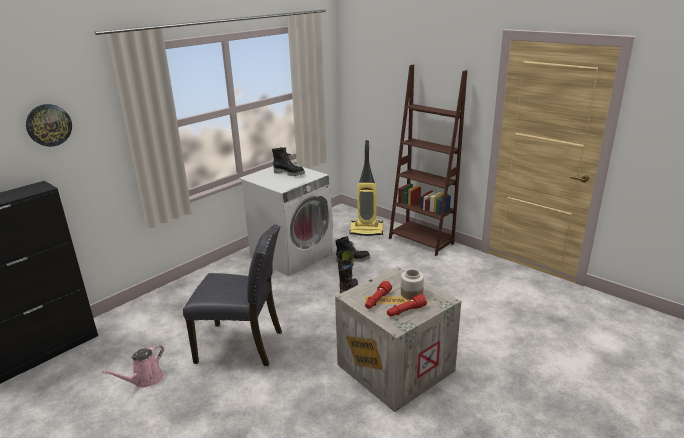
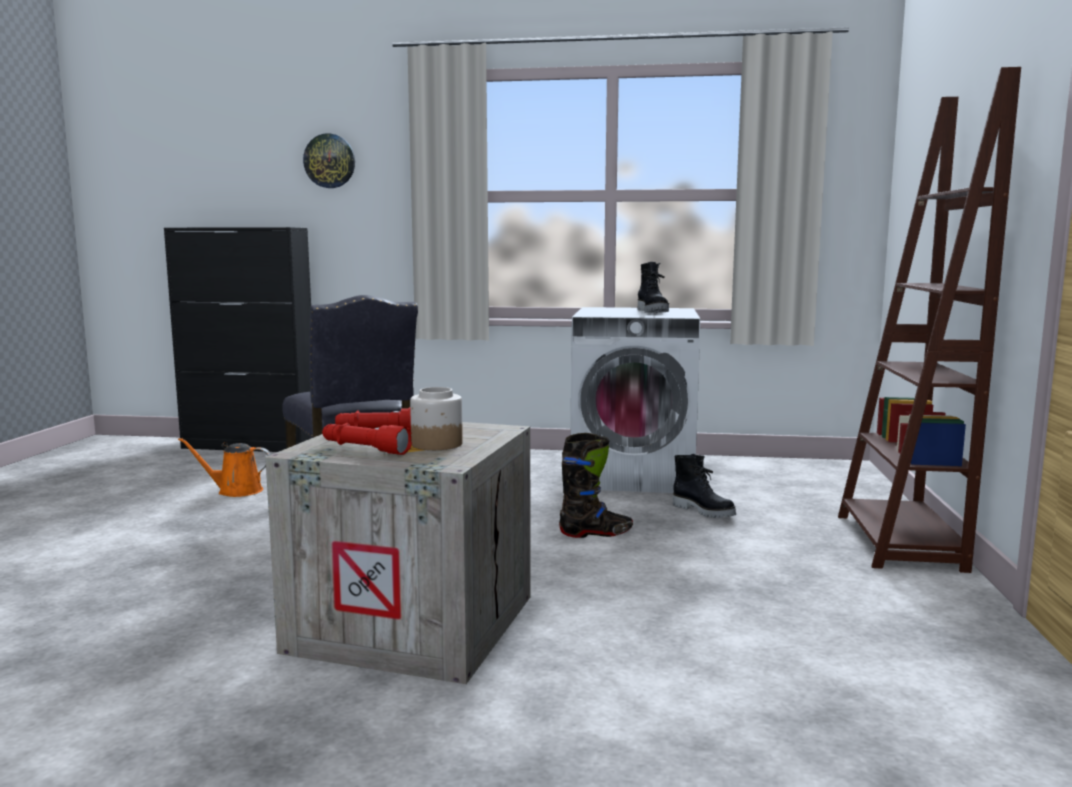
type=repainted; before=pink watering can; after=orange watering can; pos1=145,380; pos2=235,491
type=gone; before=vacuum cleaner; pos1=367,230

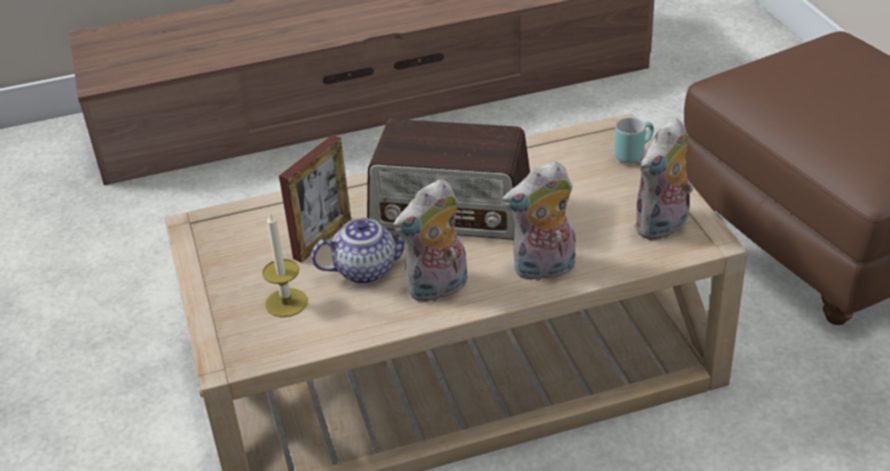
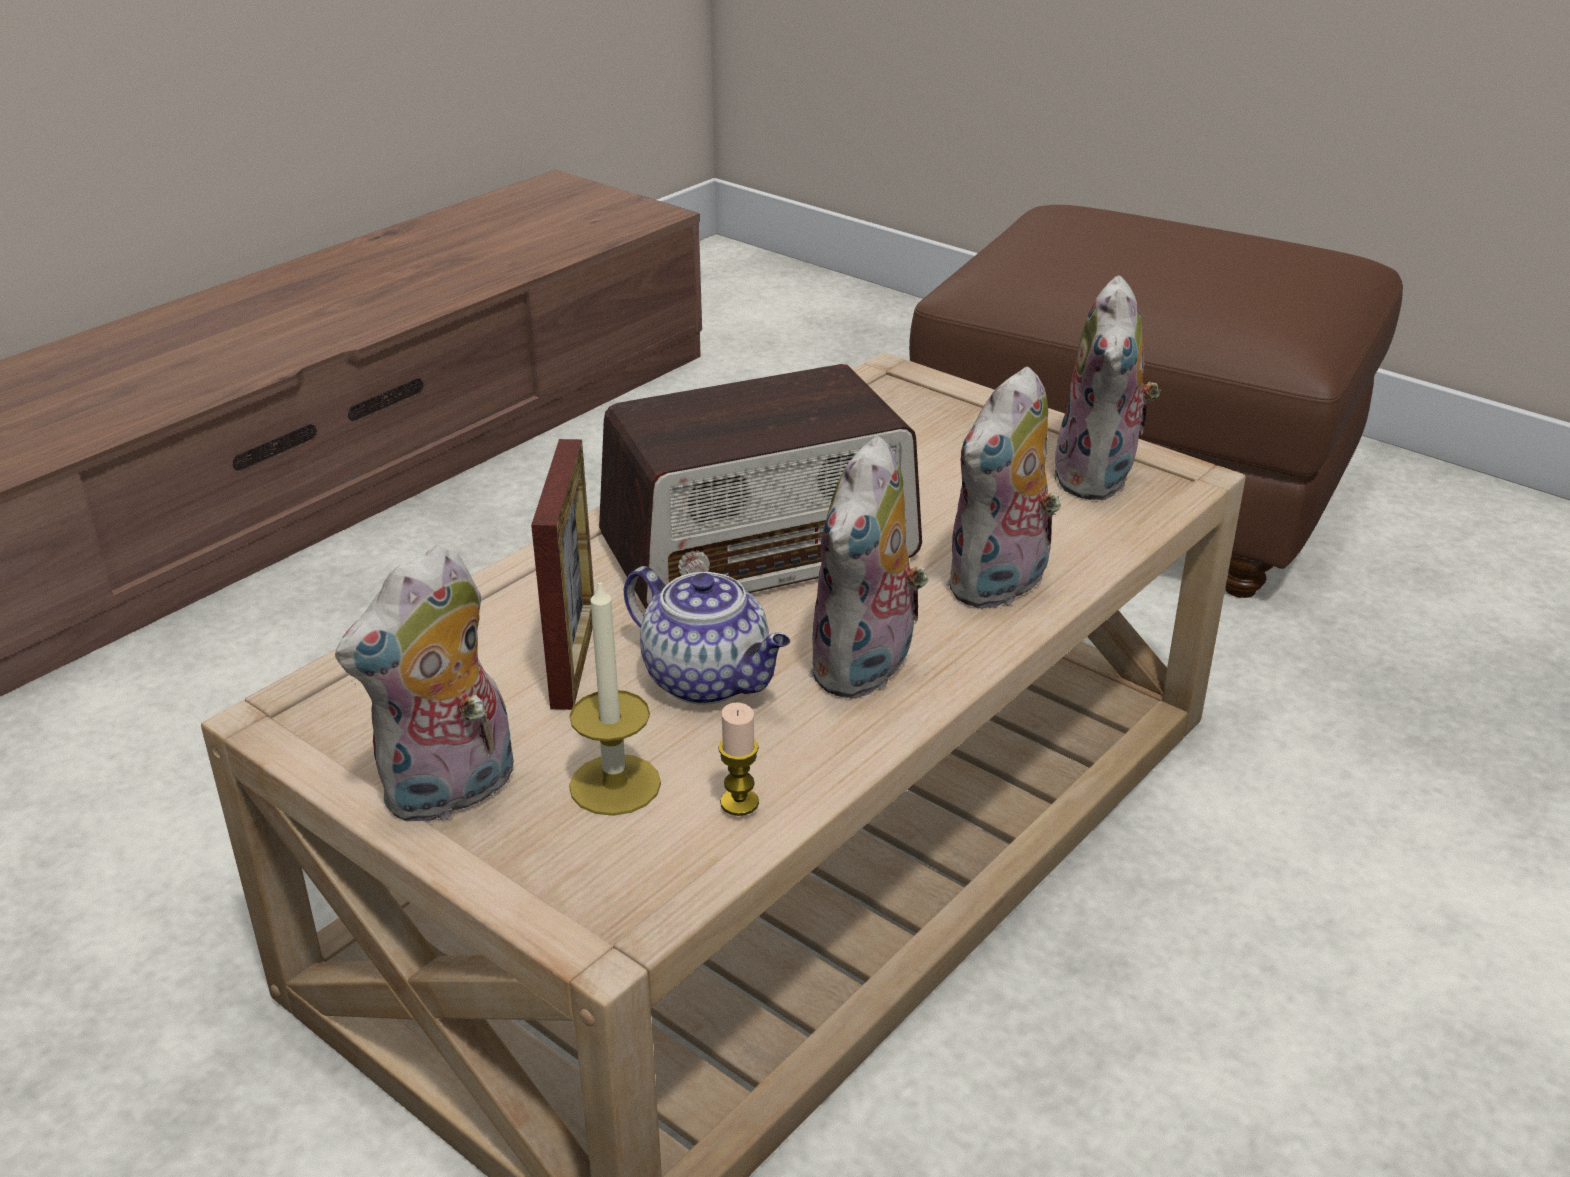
type=new; after=plush toy; pos2=451,793
type=rotated; before=teapot; pos1=367,269; pos2=709,680; turn=90
type=new; after=candle; pos2=739,803
type=gone; before=turquoise mug; pos1=632,153

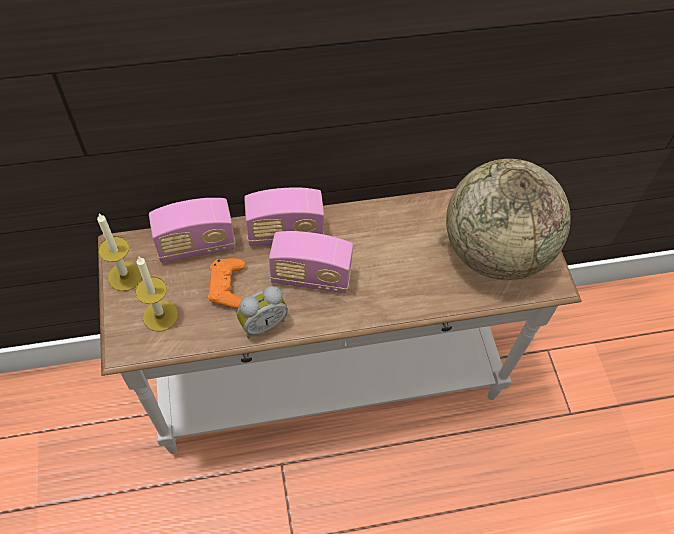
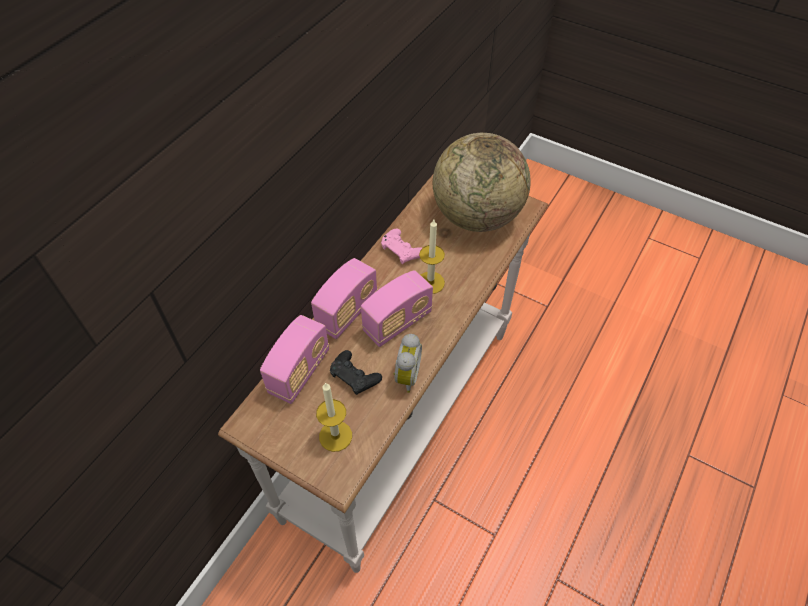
type=repainted; before=orange game controller; after=black game controller; pos1=227,286; pos2=354,376
type=new; after=pink game controller; pos2=402,250
type=shifted; before=candle; pos1=125,276; pos2=430,282

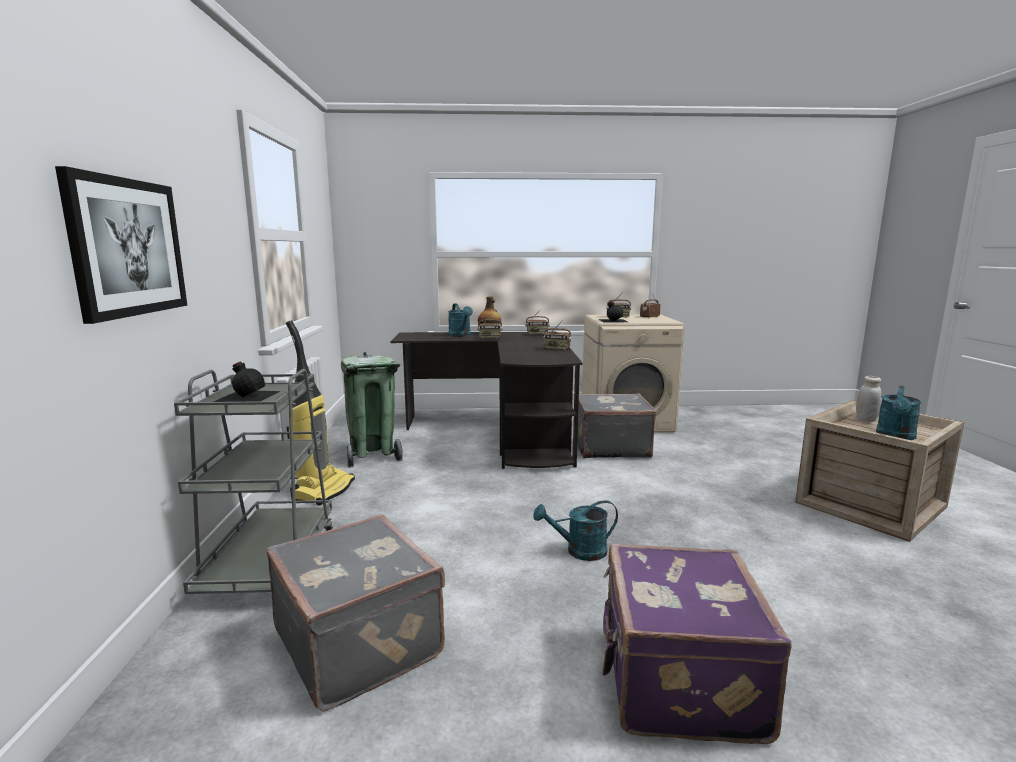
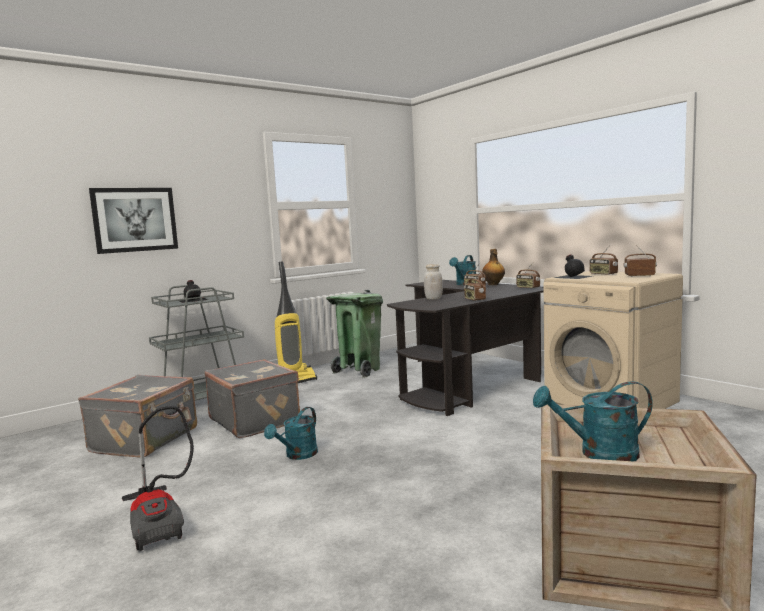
type=swapped; before=purple suitcase; after=vacuum cleaner; pos1=677,680; pos2=159,521
type=shifted; before=grey suitcase; pos1=610,447; pos2=256,420
type=rotated; before=turquoise watering can; pos1=579,551; pos2=297,455; turn=-105
type=shifted; before=white jar; pos1=865,419; pos2=433,298

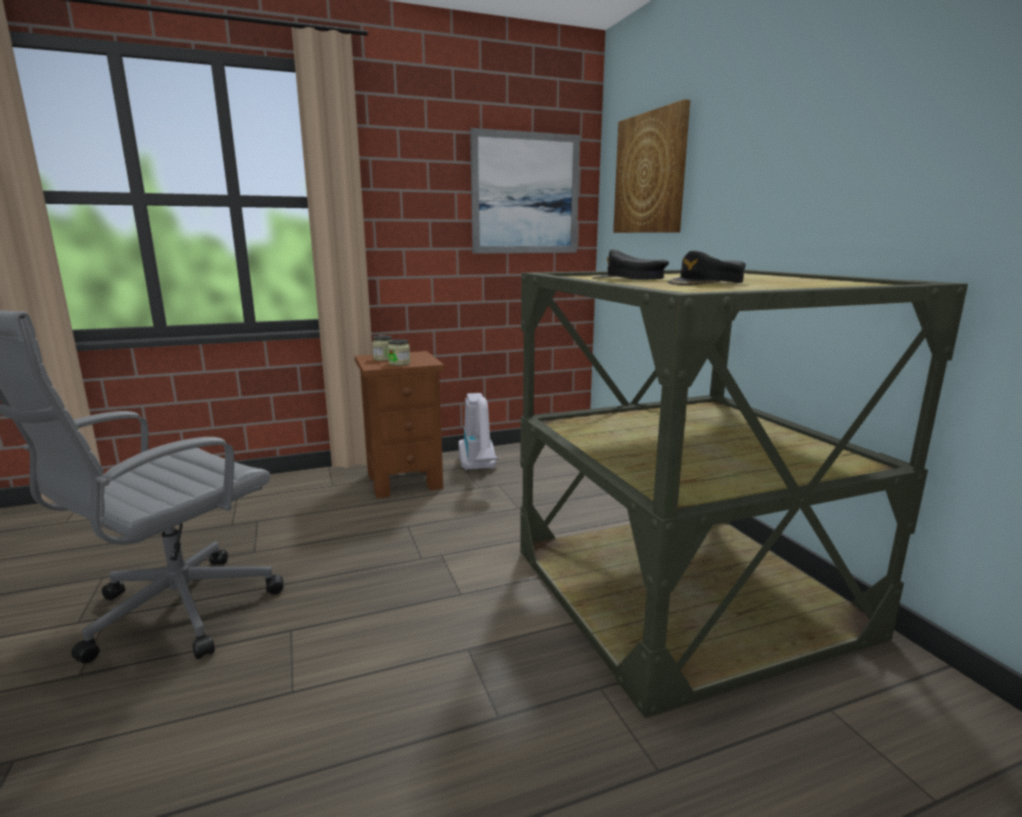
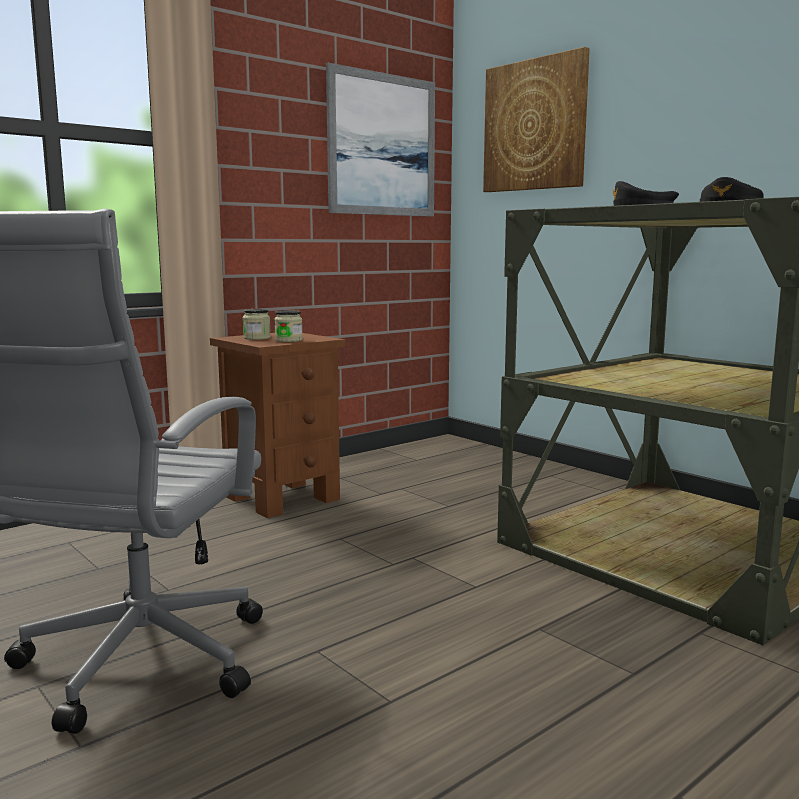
type=gone; before=vacuum cleaner; pos1=480,470

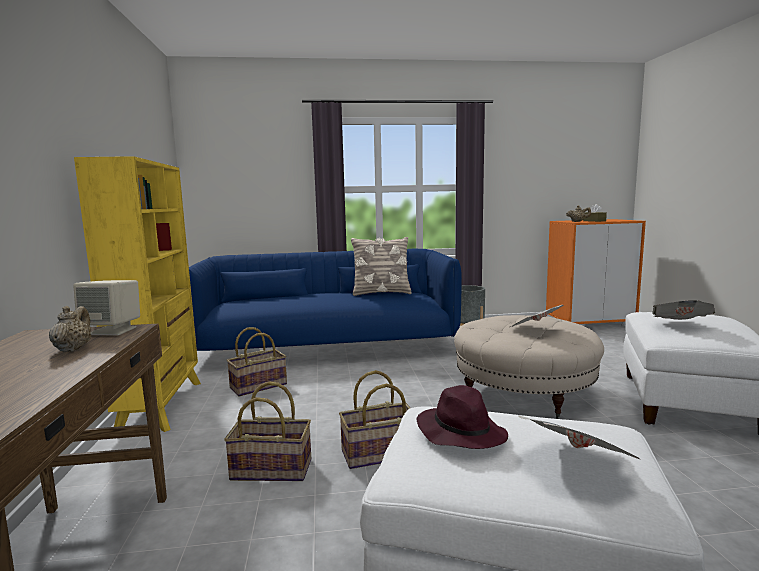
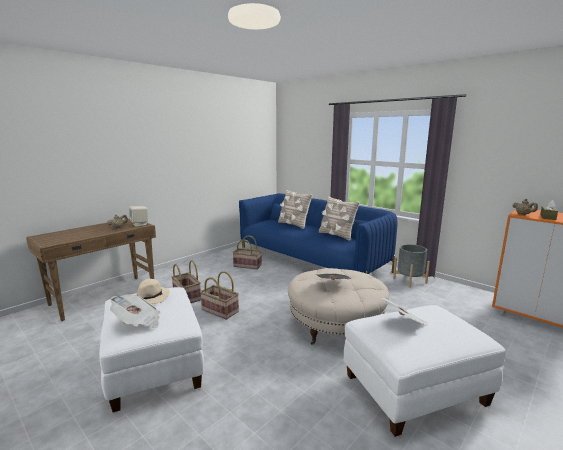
type=repainted; before=purple hat; after=beige hat; pos1=460,432; pos2=150,297
type=new; after=beige pillow; pos2=293,225
type=gone; before=yellow bookcase; pos1=162,405

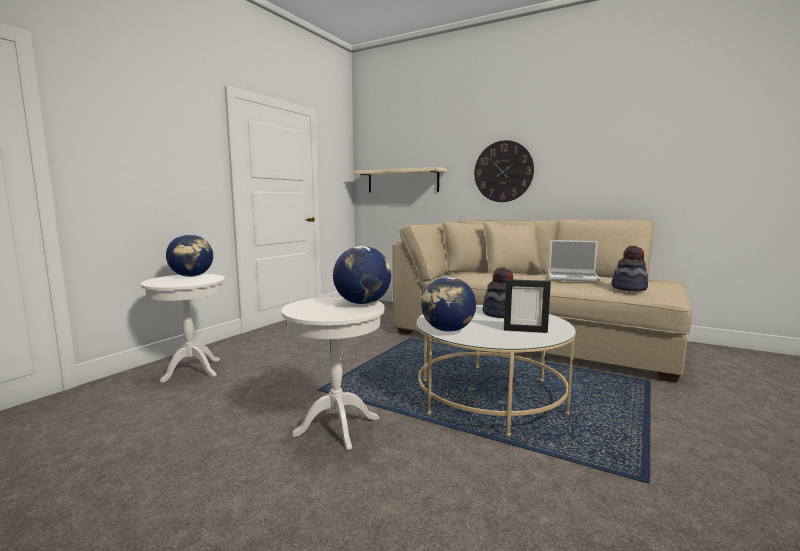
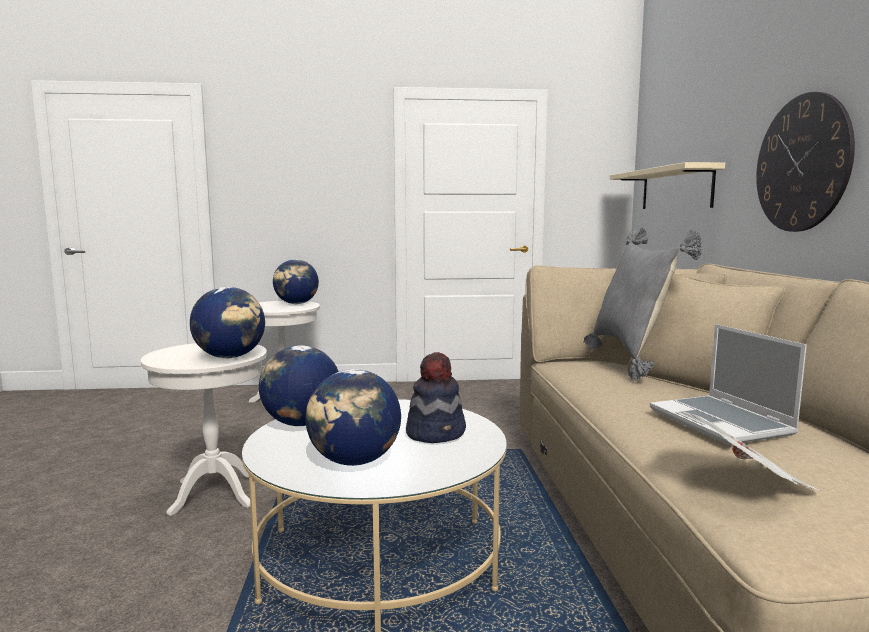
type=swapped; before=picture frame; after=globe; pos1=525,330; pos2=354,461
type=new; after=grey pillow; pos2=634,366
type=swapped; before=hat; after=newspaper; pos1=629,288; pos2=745,481

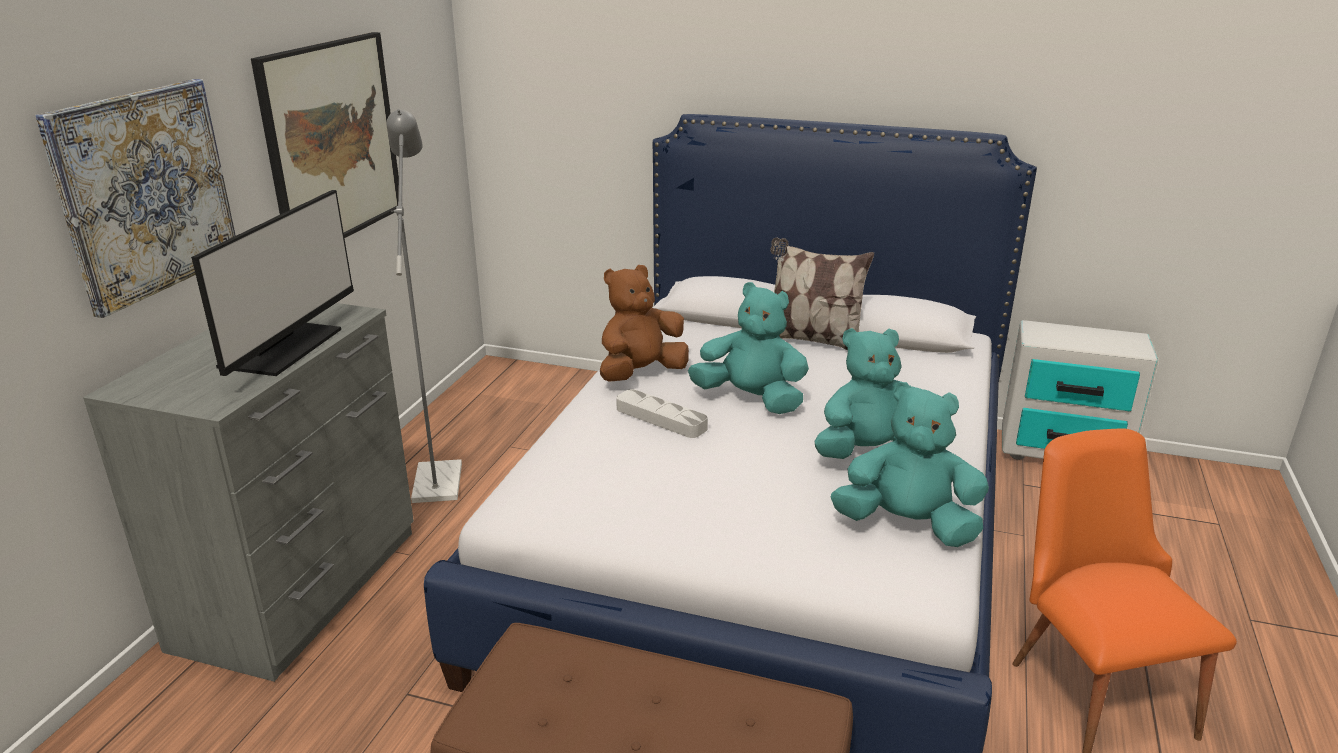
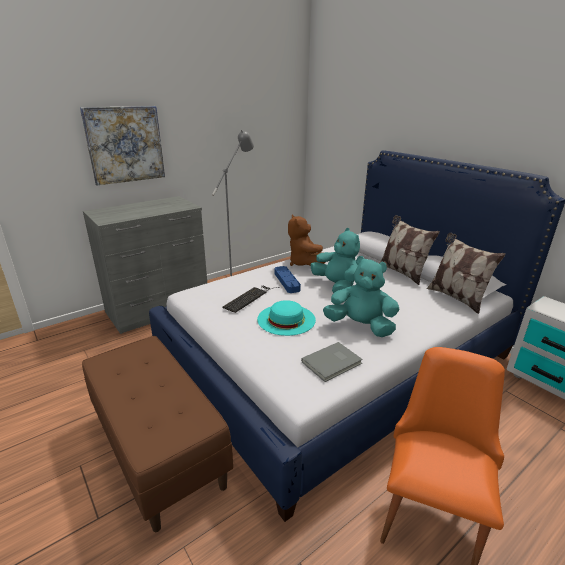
type=new; after=keyboard; pos2=250,297
type=new; after=turquoise hat; pos2=286,319
type=repainted; before=grey tray; after=blue tray; pos1=661,418; pos2=286,281
type=rotated; before=brown plush toy; pos1=641,373; pos2=304,263; turn=-105
type=swapped; before=turquoise plush toy; after=grey book; pos1=907,525; pos2=333,363
type=new; after=pillow; pos2=456,297
type=gone; before=monitor; pos1=284,348
type=gone; before=picture; pos1=332,142

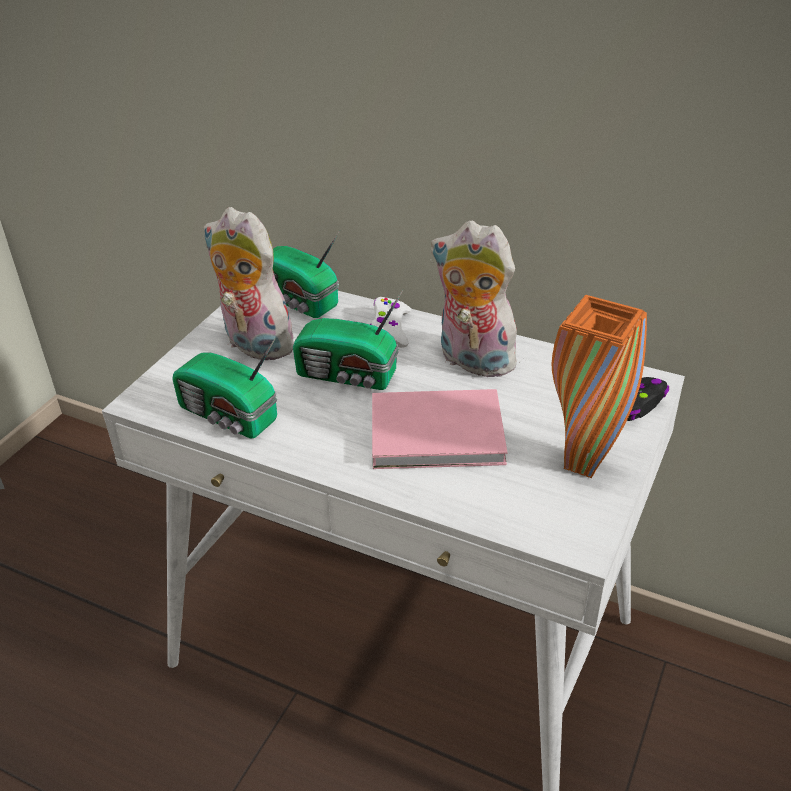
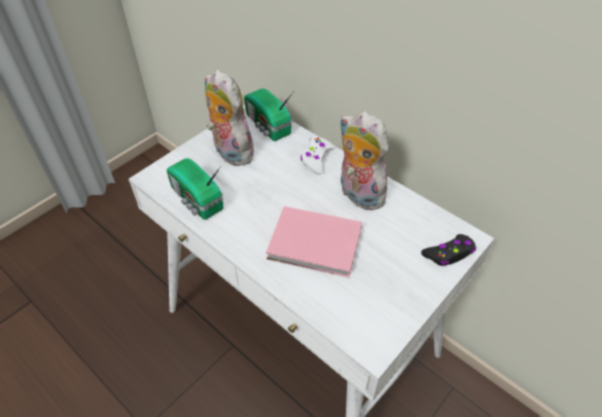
type=gone; before=radio; pos1=349,375
type=gone; before=orange vase; pos1=582,464

